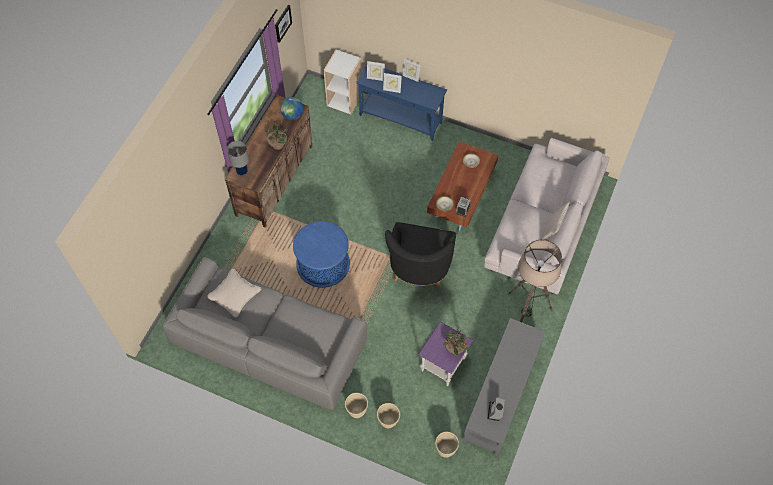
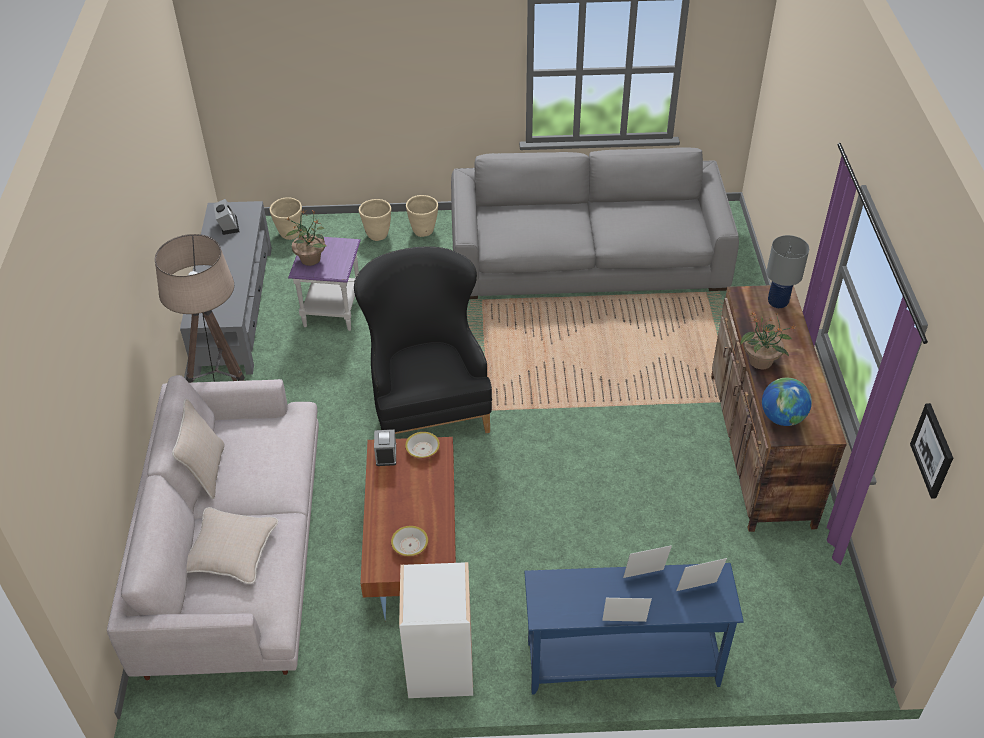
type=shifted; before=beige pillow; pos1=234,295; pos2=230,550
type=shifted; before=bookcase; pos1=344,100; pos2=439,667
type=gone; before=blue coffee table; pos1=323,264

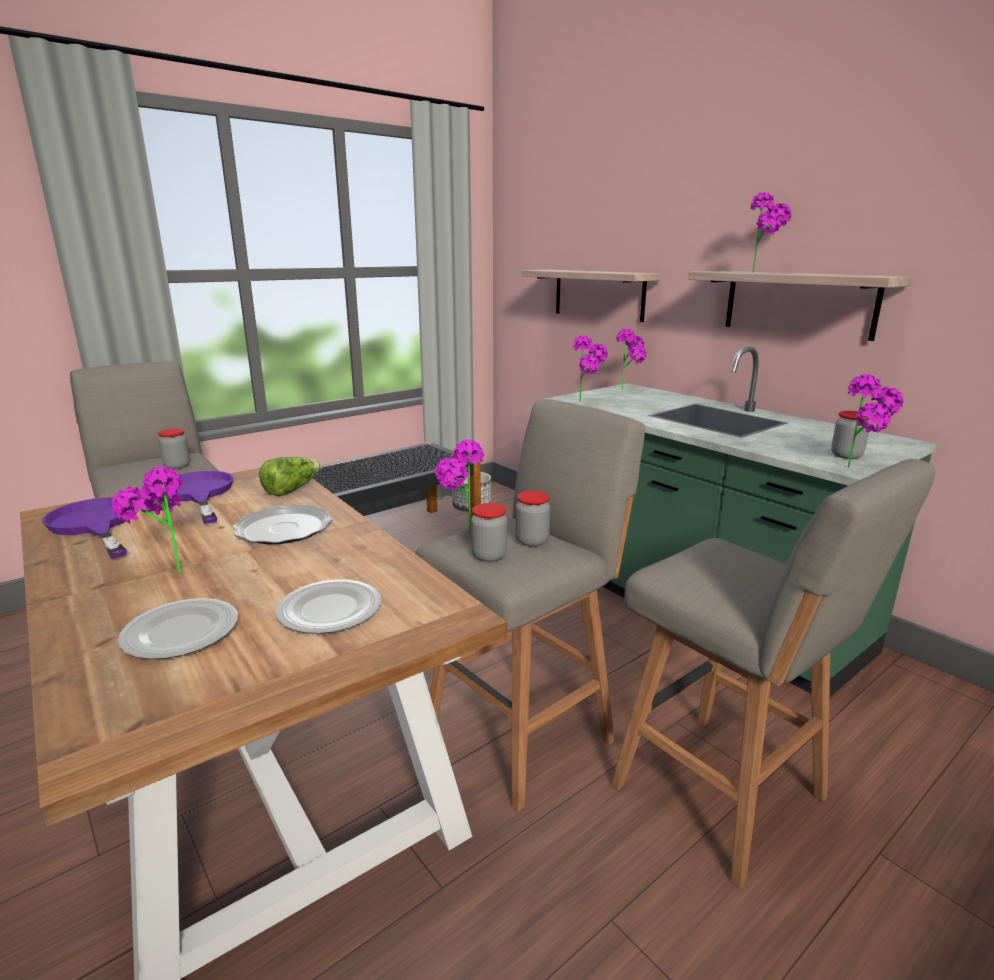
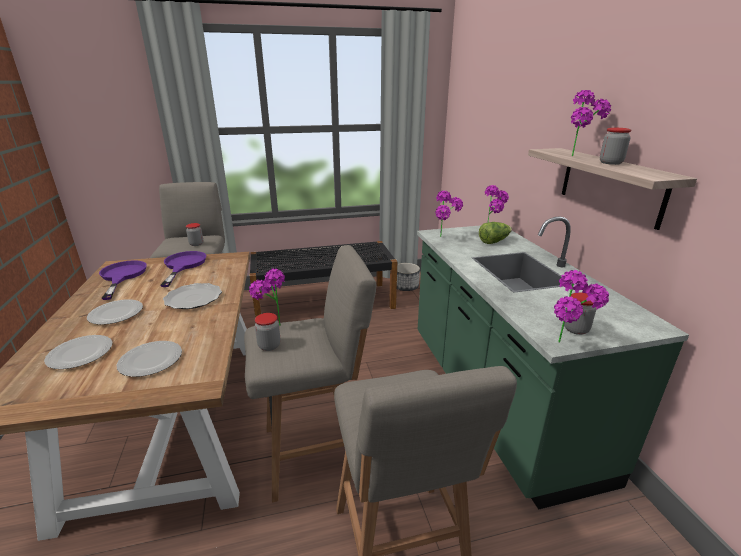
type=swapped; before=potted plant; after=plate; pos1=166,572; pos2=115,314
type=shifted; before=lettuce; pos1=291,490; pos2=494,241
type=shifted; before=jar; pos1=532,541; pos2=610,163
type=gone; before=shelf; pos1=598,294

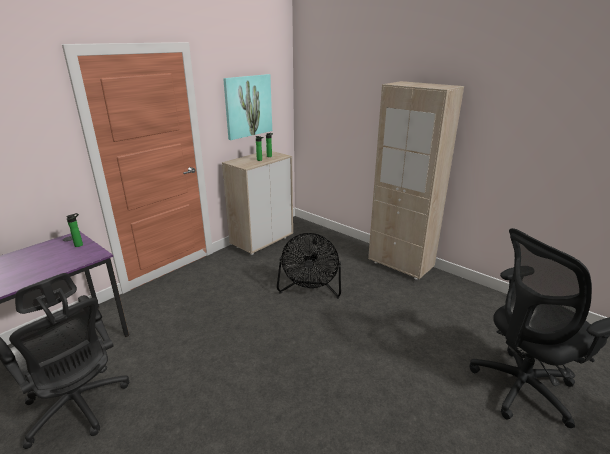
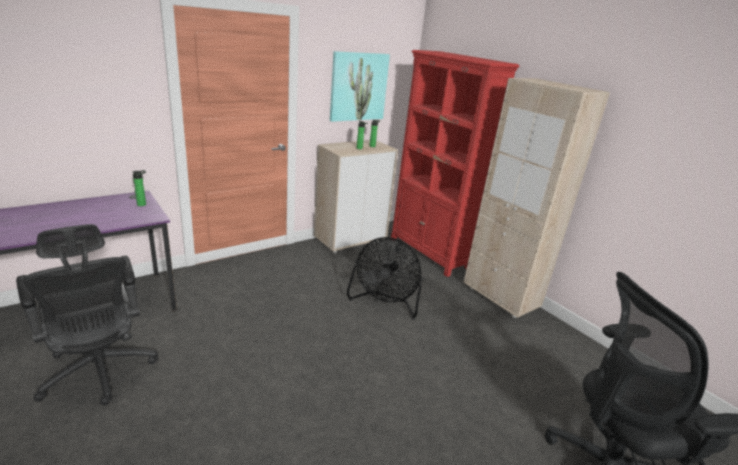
type=new; after=red bookcase; pos2=429,253

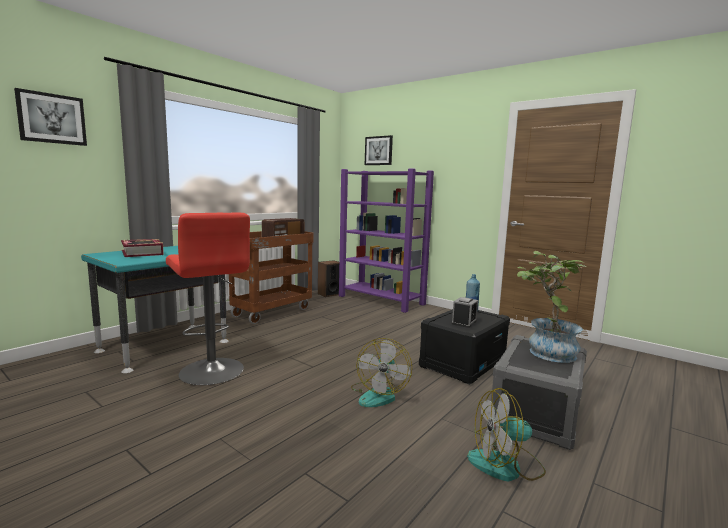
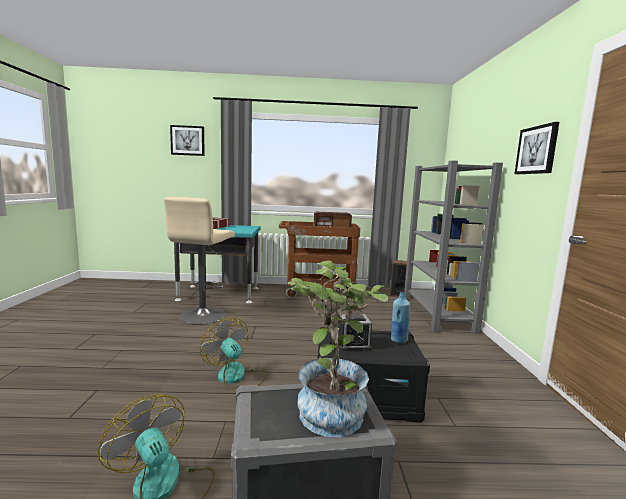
type=repainted; before=red stool; after=beige stool; pos1=211,371; pos2=202,316
type=rotated; before=fan; pos1=378,394; pos2=236,377; turn=75
type=repainted; before=purple bookcase; after=grey bookcase; pos1=381,300; pos2=437,314
type=shifted; before=picture; pos1=378,150; pos2=537,150

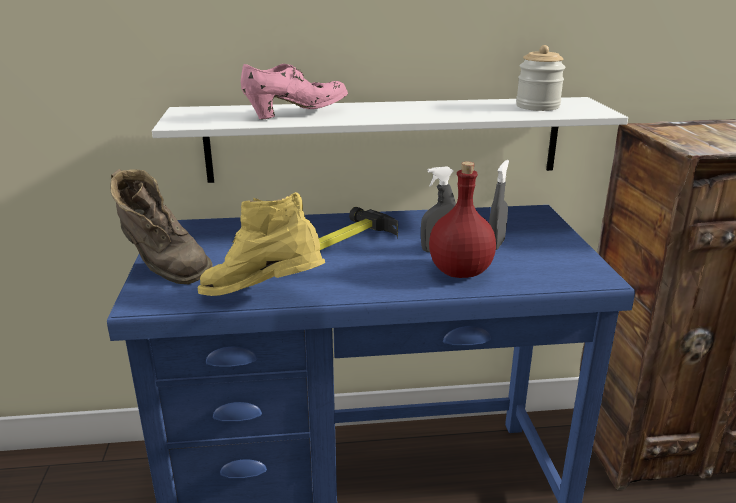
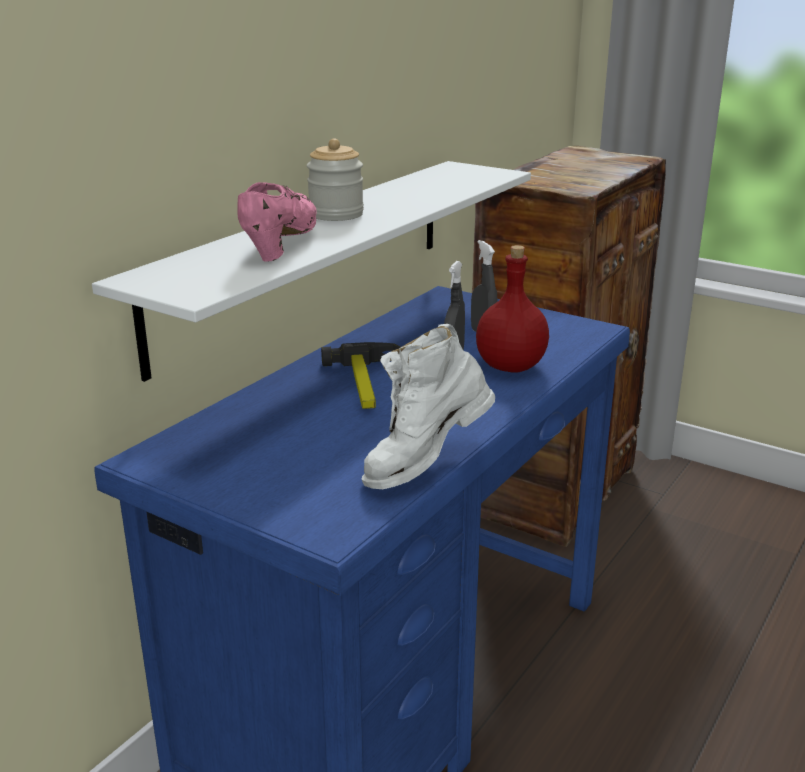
type=shifted; before=jar; pos1=537,106; pos2=336,214
type=repainted; before=yellow boot; after=white boot; pos1=264,297; pos2=425,464
type=gone; before=brown boot; pos1=163,267

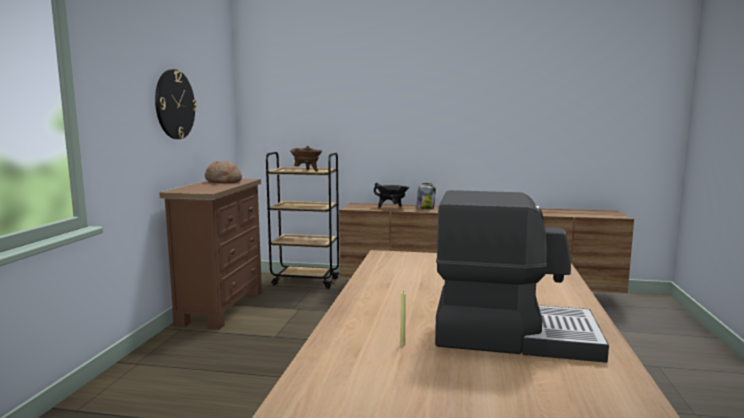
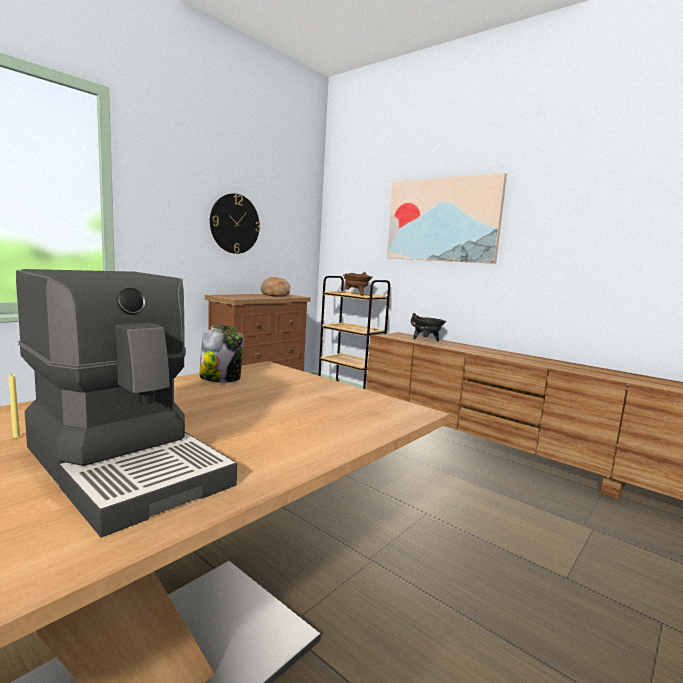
type=shifted; before=jar; pos1=425,208; pos2=221,378
type=new; after=picture; pos2=442,220

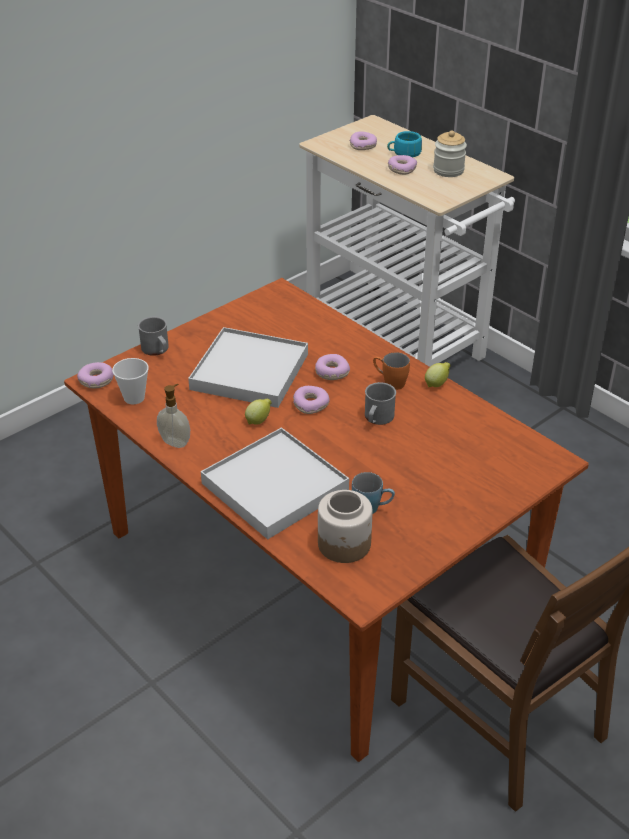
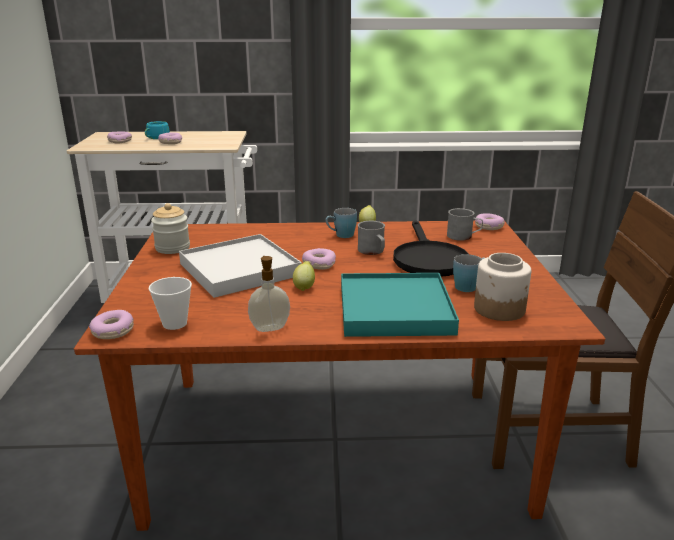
type=shifted; before=jar; pos1=448,170; pos2=172,248
type=repainted; before=orange mug; after=blue mug; pos1=390,382; pos2=341,235
type=repainted; before=white tray; after=turquoise tray; pos1=275,487; pos2=395,309
type=new; after=black frying pan; pos2=427,259
type=shifted; before=grey mug; pos1=157,350; pos2=463,236
type=shifted; before=donut; pos1=331,372; pos2=489,227

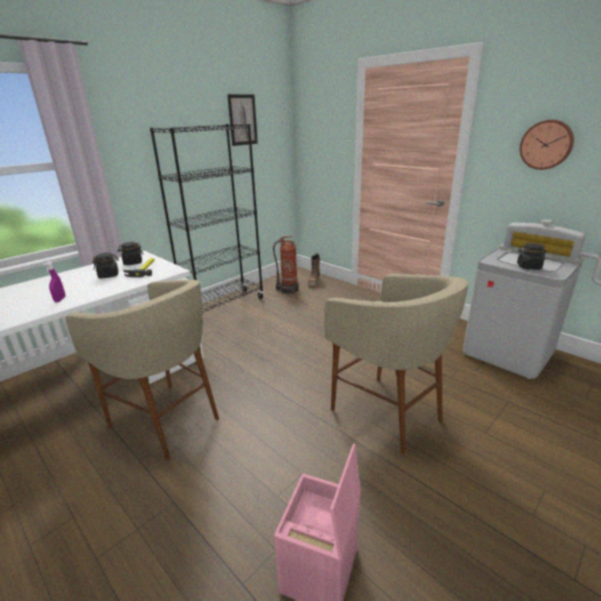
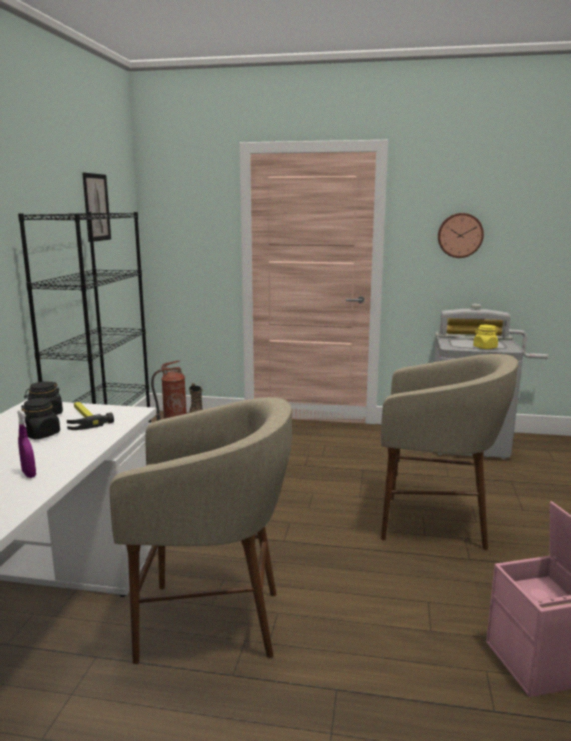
type=repainted; before=black jar; after=yellow jar; pos1=528,267; pos2=485,347

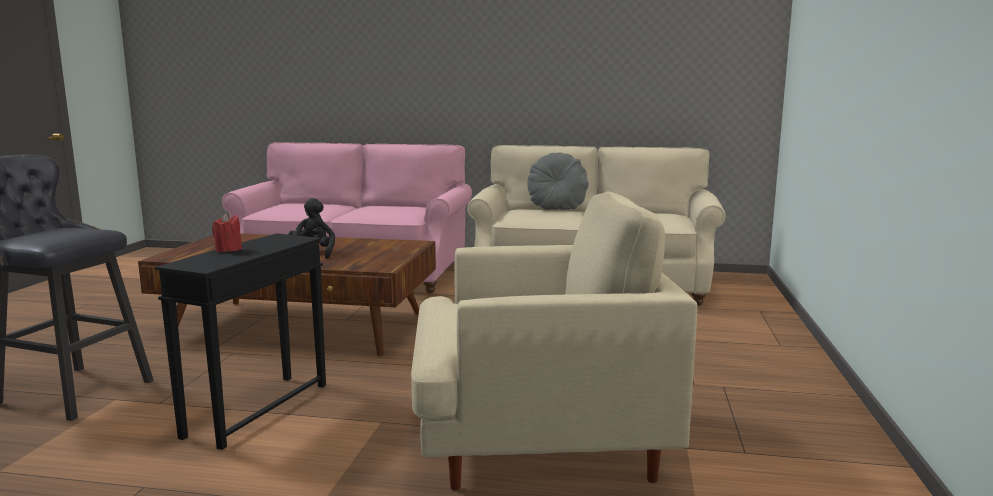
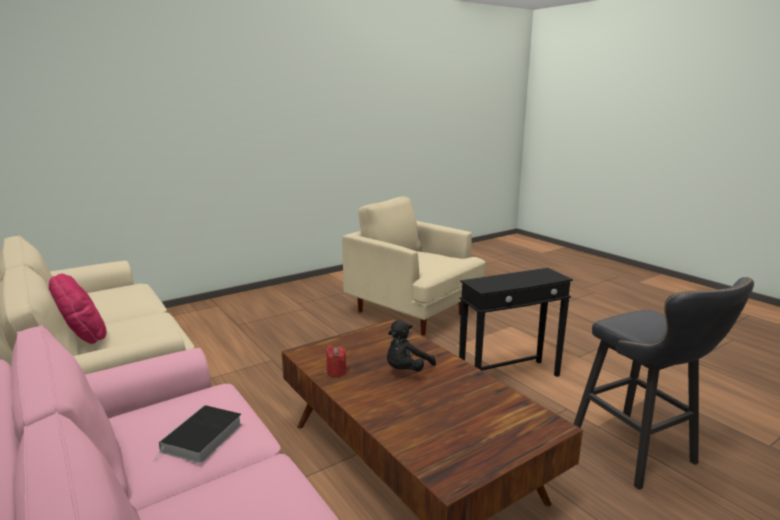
type=repainted; before=grey pillow; after=pink pillow; pos1=557,209; pos2=83,340
type=new; after=book; pos2=202,439
type=shifted; before=red candle; pos1=228,250; pos2=336,372

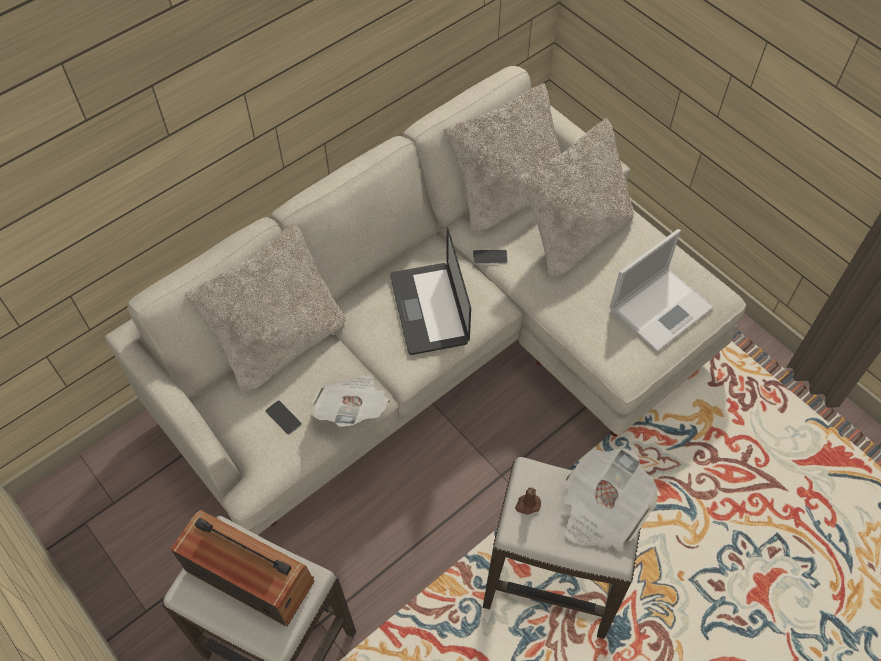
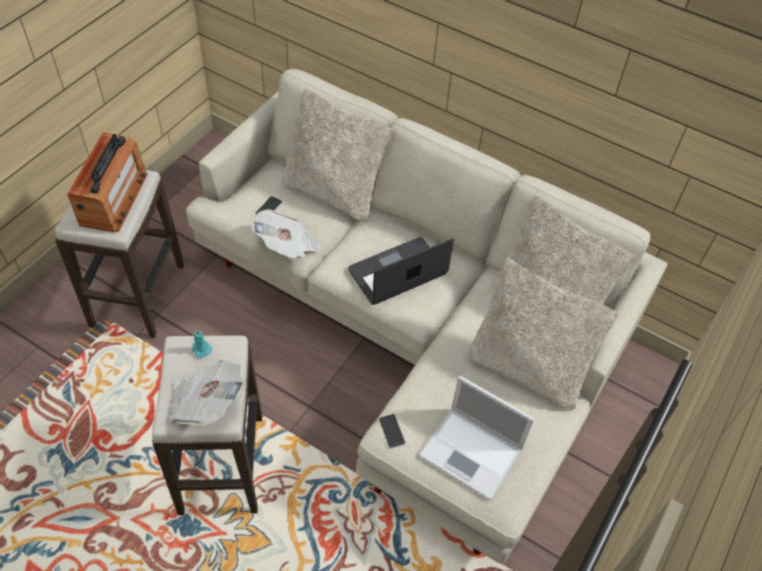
type=repainted; before=brown candle; after=turquoise candle; pos1=527,505; pos2=201,348
type=shifted; before=phone; pos1=490,257; pos2=392,431

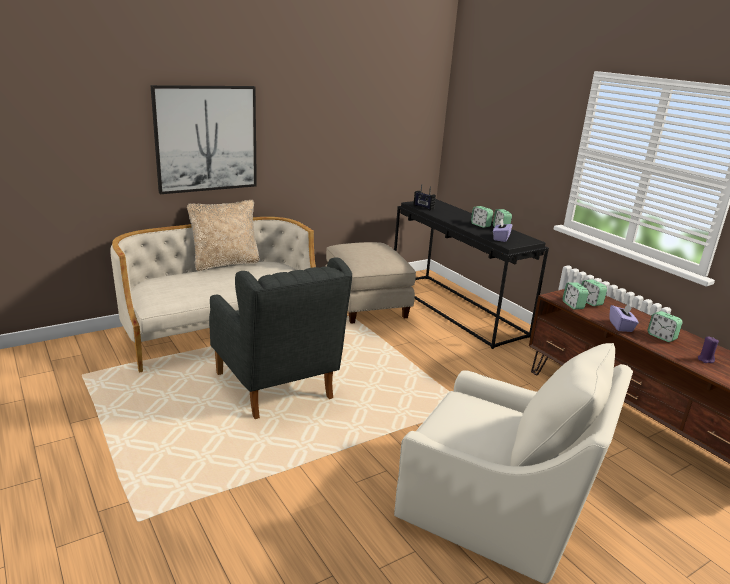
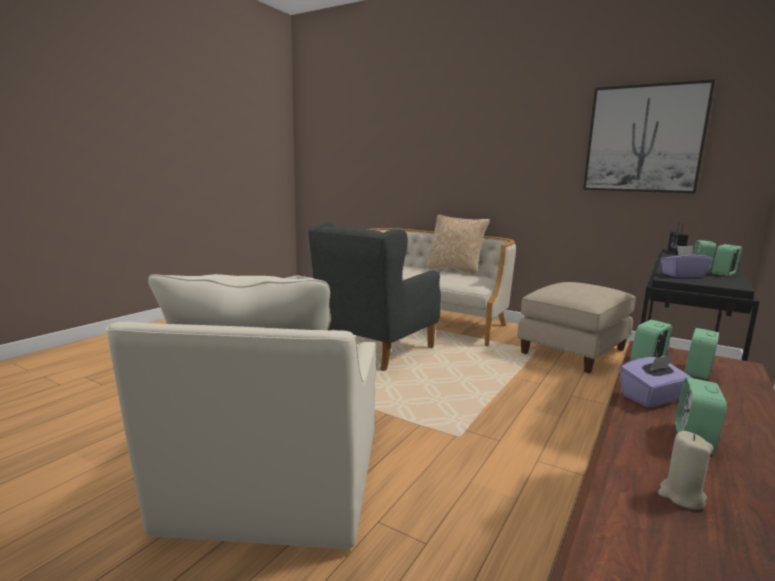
type=shifted; before=picture; pos1=206,139; pos2=644,139
type=repainted; before=purple candle; after=beige candle; pos1=705,360; pos2=681,496

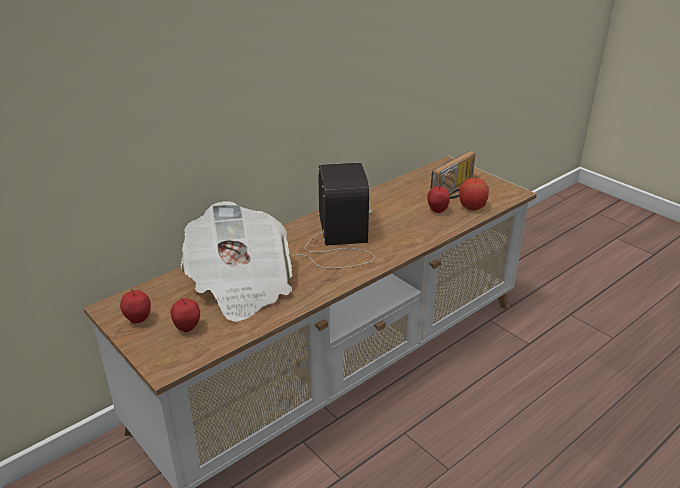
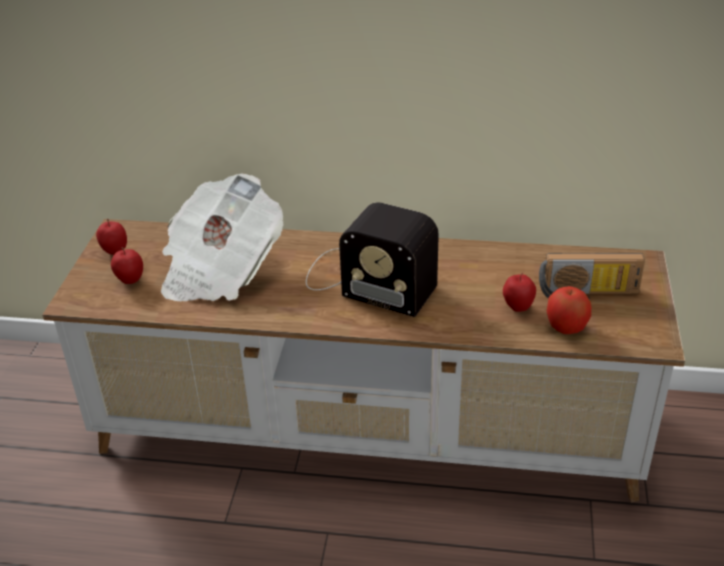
type=rotated; before=radio; pos1=340,240; pos2=365,280; turn=75

